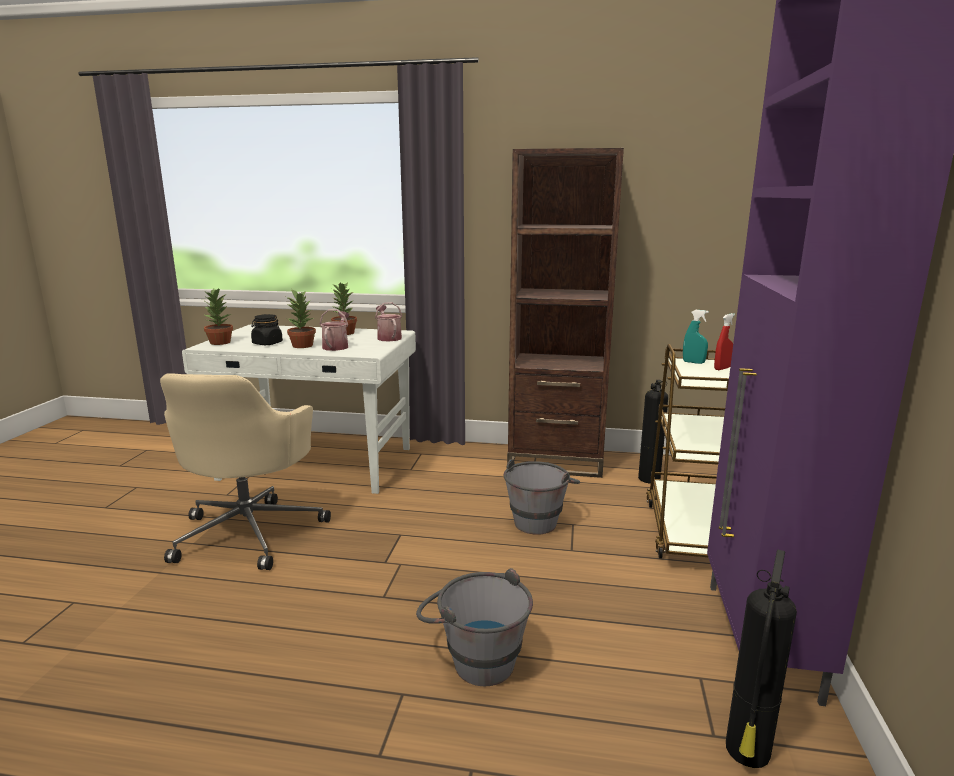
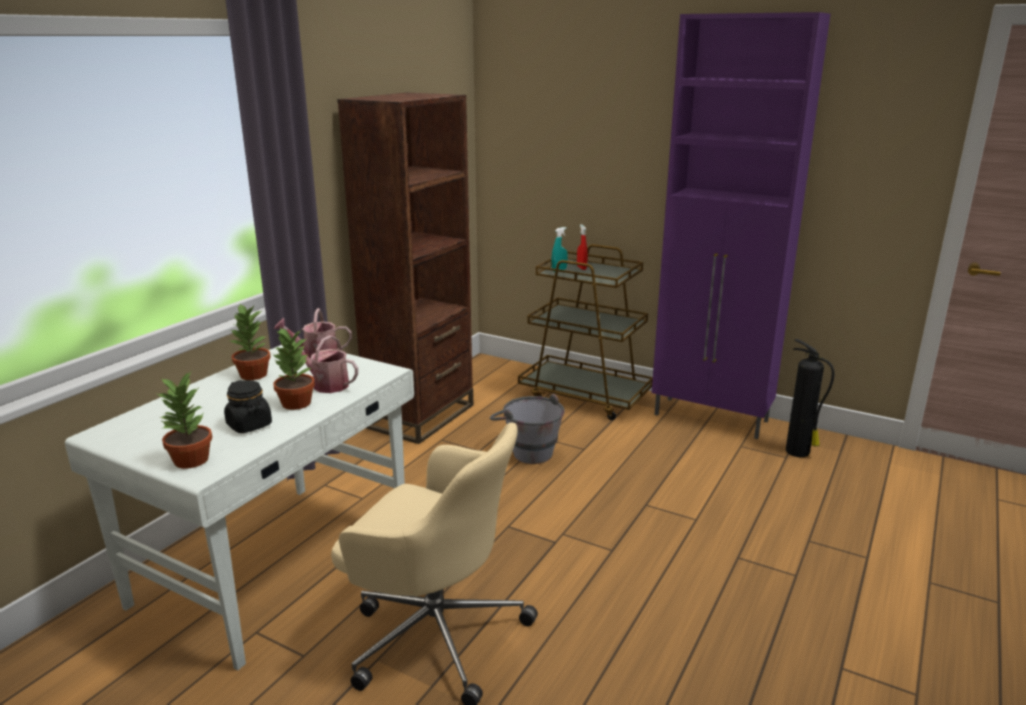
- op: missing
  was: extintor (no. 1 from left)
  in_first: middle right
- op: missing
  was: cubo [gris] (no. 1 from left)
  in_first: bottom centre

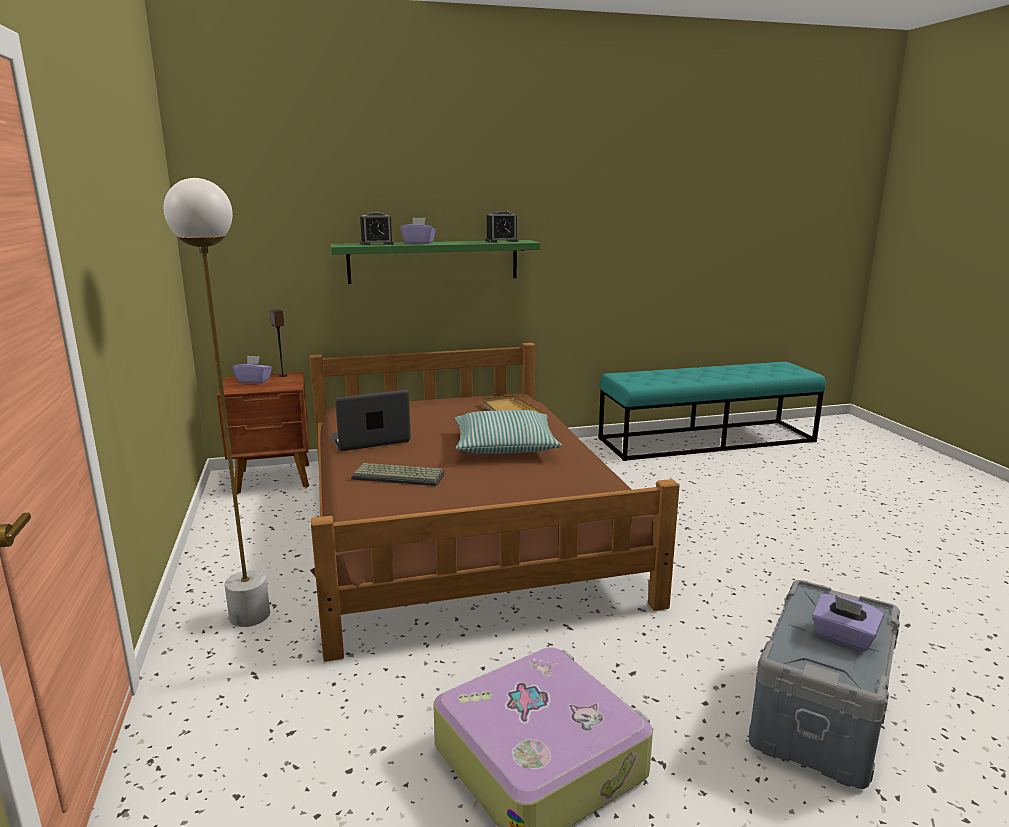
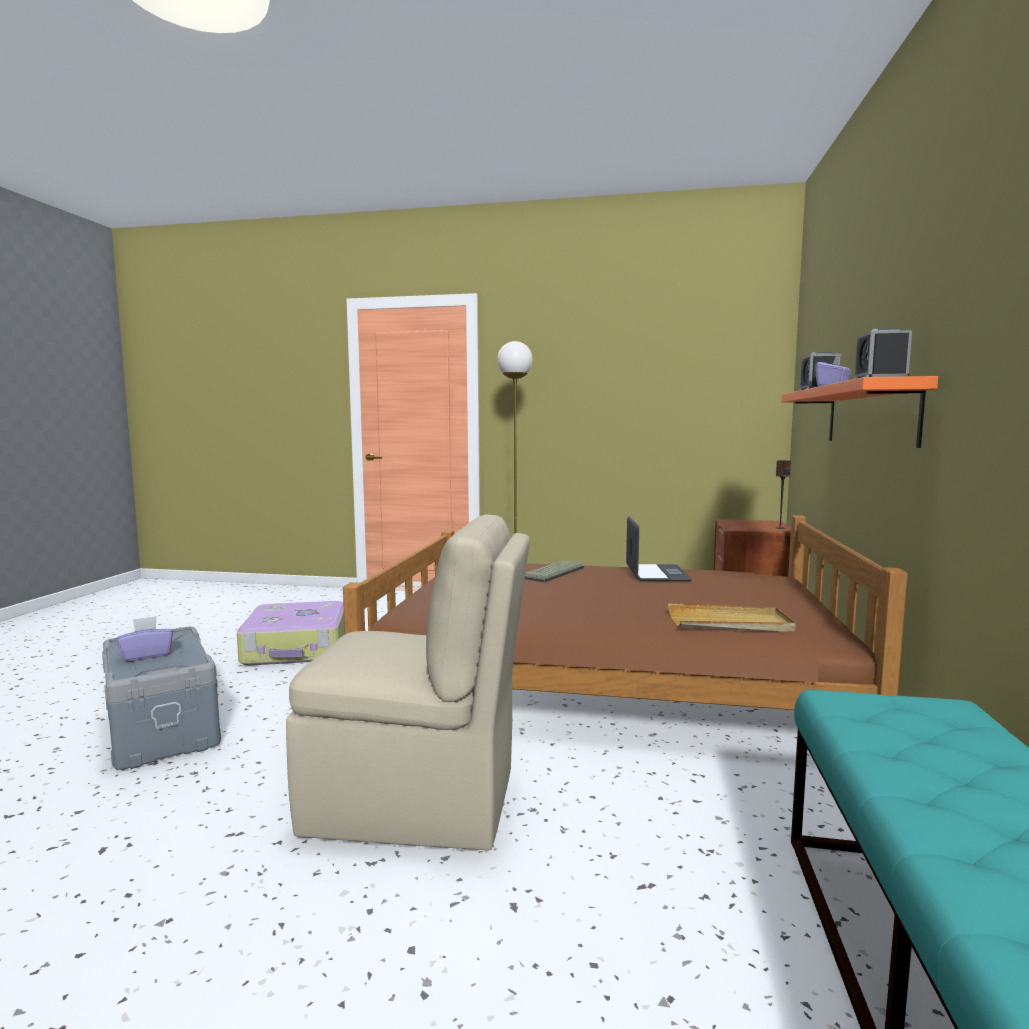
- op: colour
  was: estante [verde]
  now: estante [naranja]
  in_first: top centre
  in_second: middle right
- op: missing
  was: caja de pañuelos [morado] (no. 1 from left)
  in_first: middle left
- op: missing
  was: cojín
  in_first: centre
- op: appeared
  now: silla [beis]
  in_second: centre

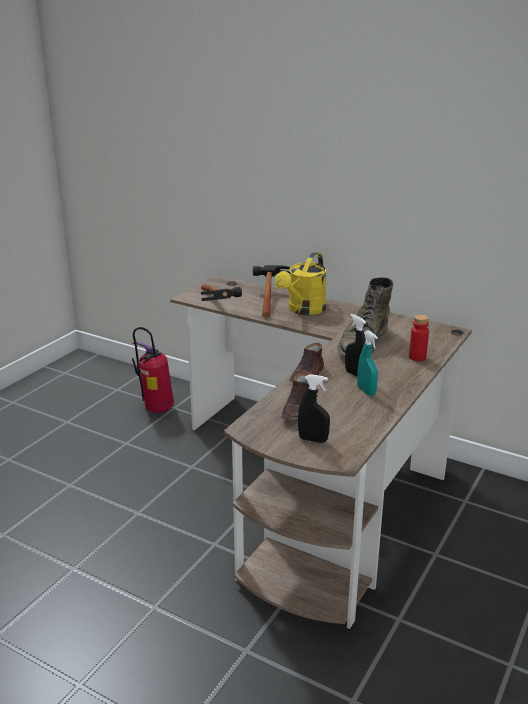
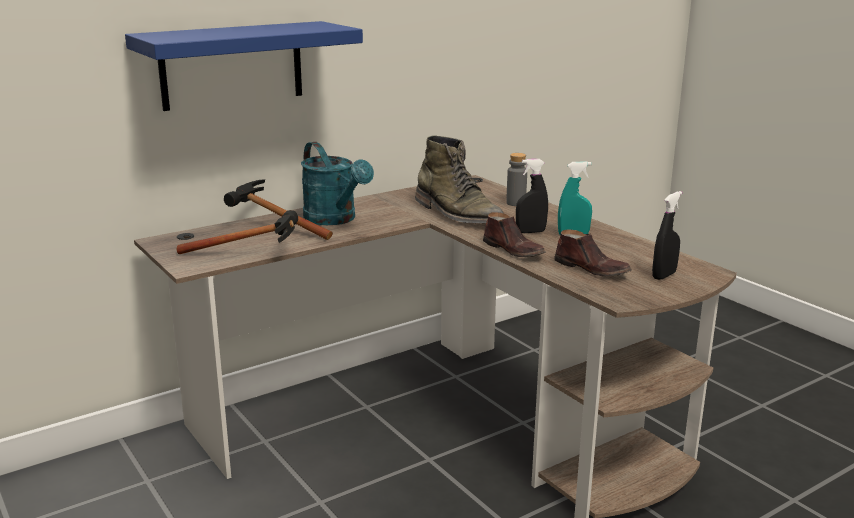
- op: colour
  was: regadera [amarillo]
  now: regadera [turquesa]
  in_first: centre
  in_second: centre
- op: colour
  was: botella [rojo]
  now: botella [gris]
  in_first: middle right
  in_second: centre
- op: missing
  was: extintor
  in_first: middle left
- op: appeared
  now: estante [azul]
  in_second: top left

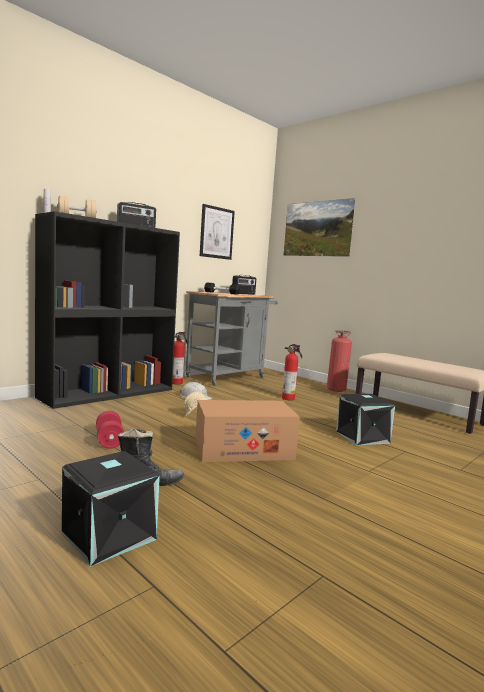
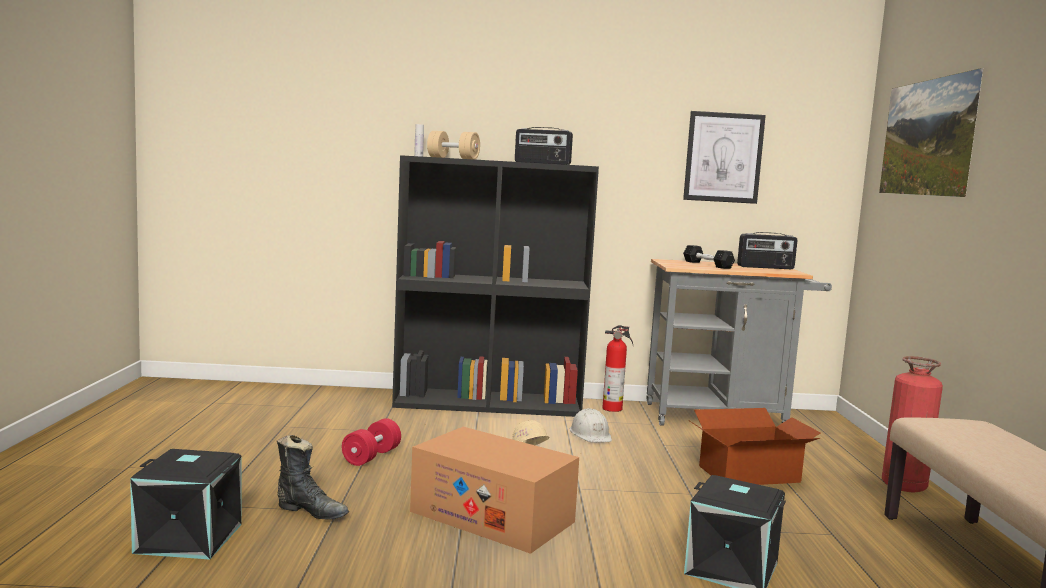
- op: exchanged
  was: extintor (no. 2 from left)
  now: caja de cartón (no. 2 from left)
  in_first: centre
  in_second: bottom right

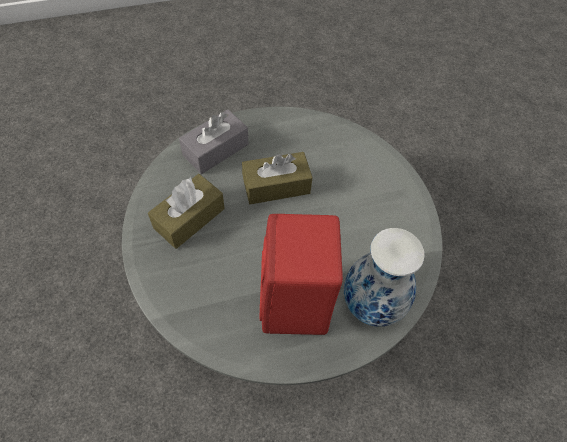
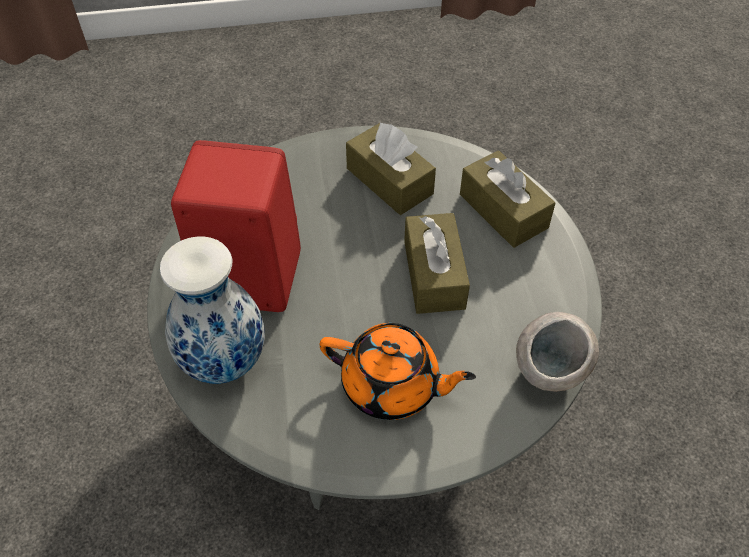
- op: colour
  was: caja de pañuelos [gris]
  now: caja de pañuelos [marrón] (no. 3 from left)
  in_first: top centre
  in_second: middle right
- op: appeared
  now: cuenco [gris]
  in_second: middle right
- op: appeared
  now: tetera [naranja]
  in_second: centre

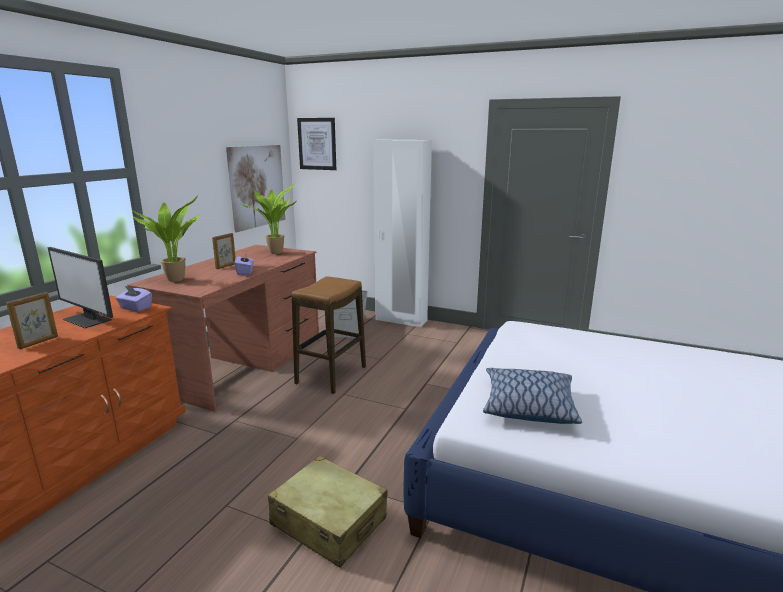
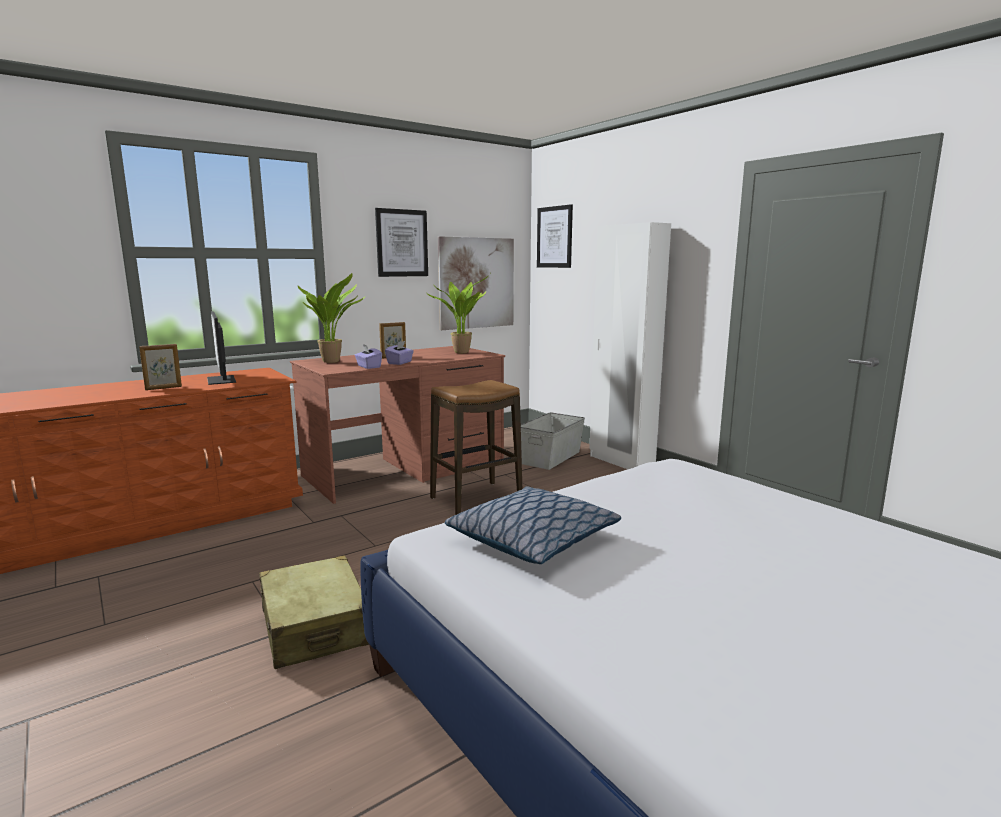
- op: relocated
  was: caja de pañuelos [morado] (no. 1 from left)
  in_first: middle left
  in_second: centre
- op: appeared
  now: cuadro (no. 1 from left)
  in_second: top centre

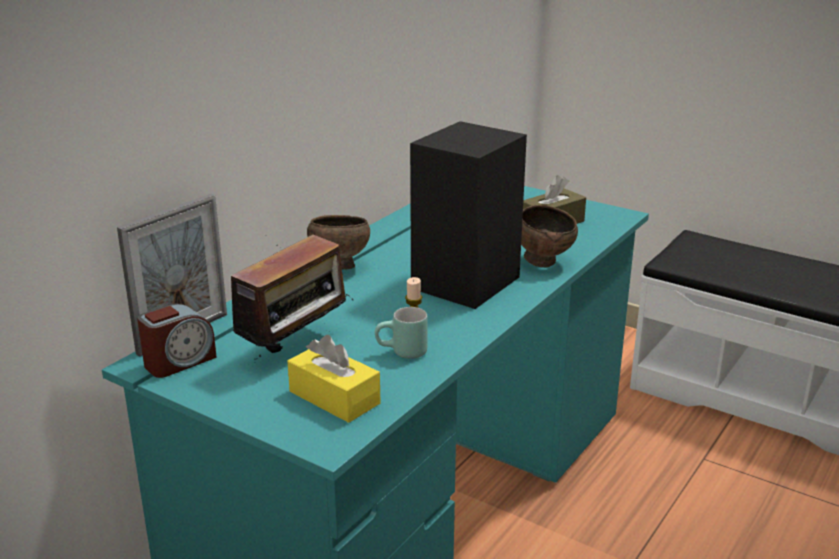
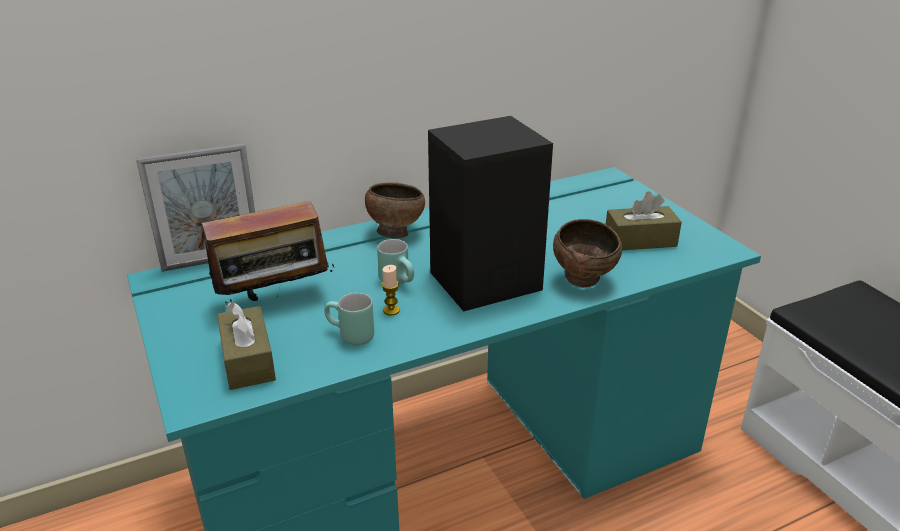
- op: missing
  was: despertador
  in_first: middle left
- op: colour
  was: caja de pañuelos [amarillo]
  now: caja de pañuelos [marrón] (no. 1 from left)
  in_first: bottom centre
  in_second: middle left
- op: appeared
  now: taza grande [turquesa] (no. 2 from left)
  in_second: centre

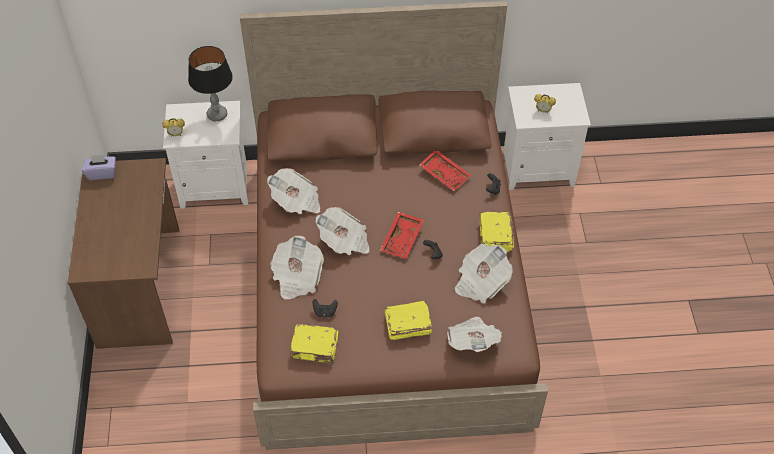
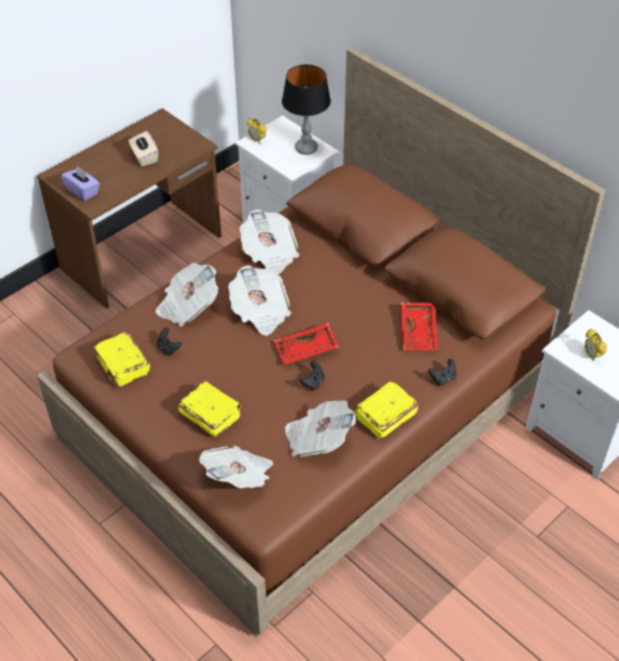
- op: relocated
  was: caja de pañuelos [morado]
  in_first: middle left
  in_second: top left
- op: appeared
  now: caja de pañuelos [beis]
  in_second: top left

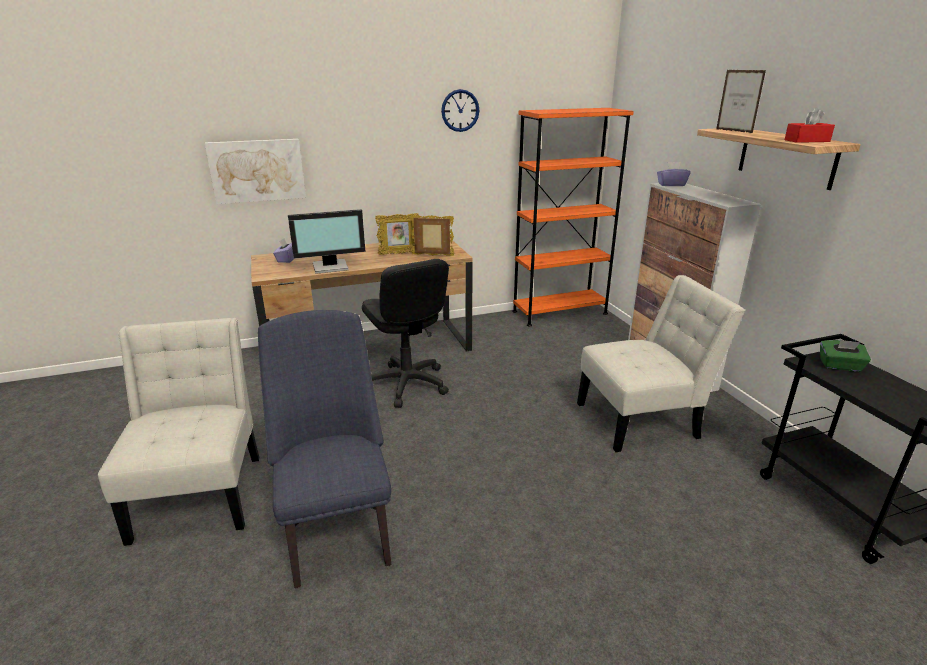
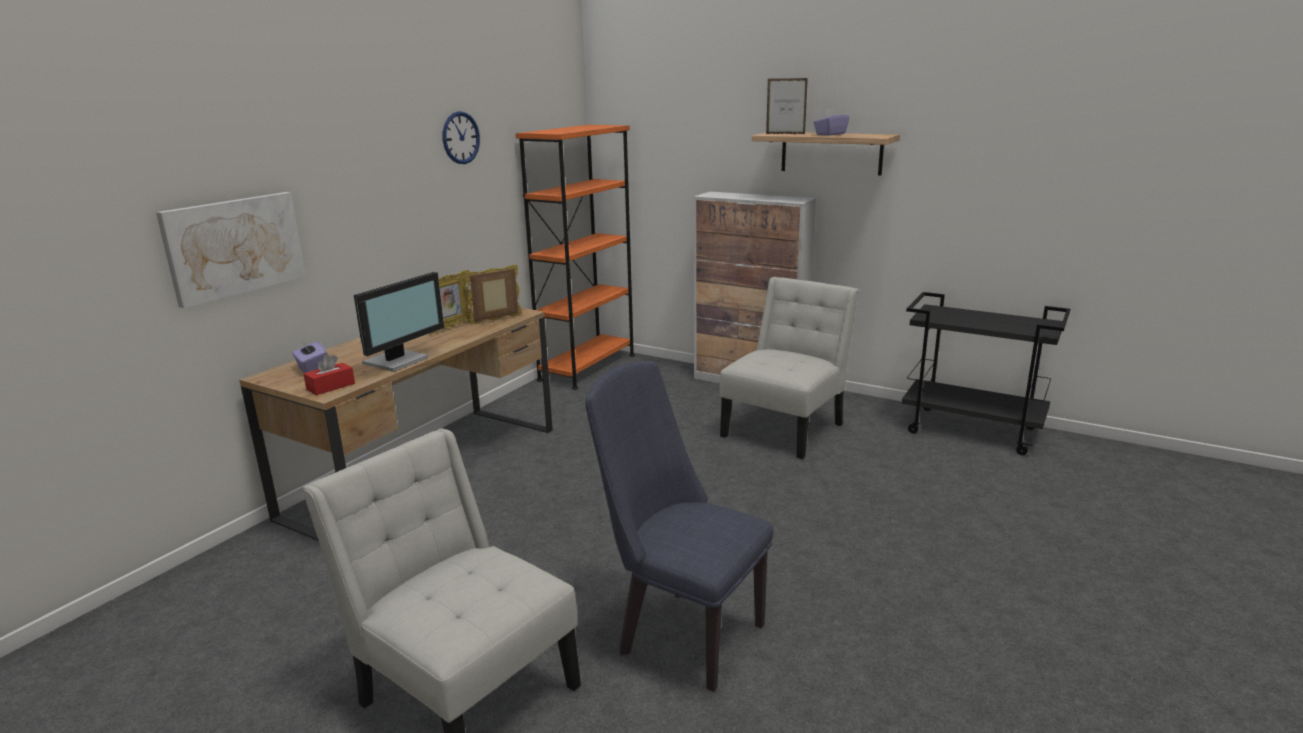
- op: relocated
  was: caja de pañuelos [rojo]
  in_first: top right
  in_second: middle left
- op: relocated
  was: caja de pañuelos [morado] (no. 2 from left)
  in_first: top right
  in_second: top centre
- op: missing
  was: silla de oficina [negro]
  in_first: centre
- op: missing
  was: caja de pañuelos [verde]
  in_first: middle right

